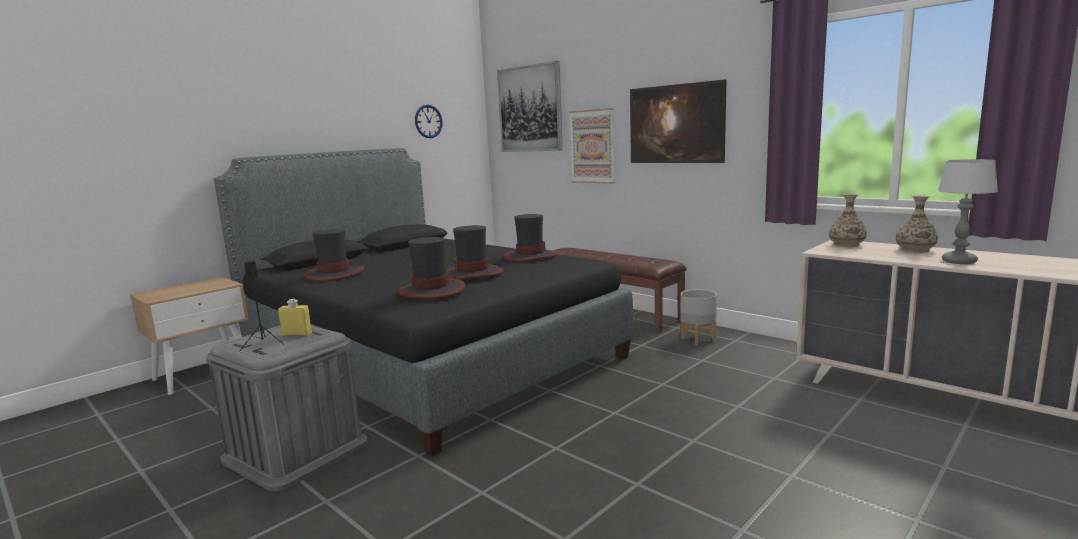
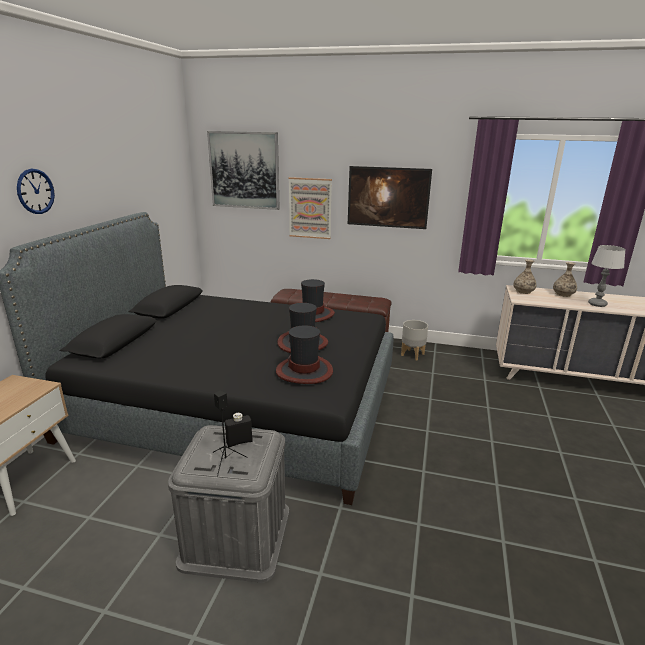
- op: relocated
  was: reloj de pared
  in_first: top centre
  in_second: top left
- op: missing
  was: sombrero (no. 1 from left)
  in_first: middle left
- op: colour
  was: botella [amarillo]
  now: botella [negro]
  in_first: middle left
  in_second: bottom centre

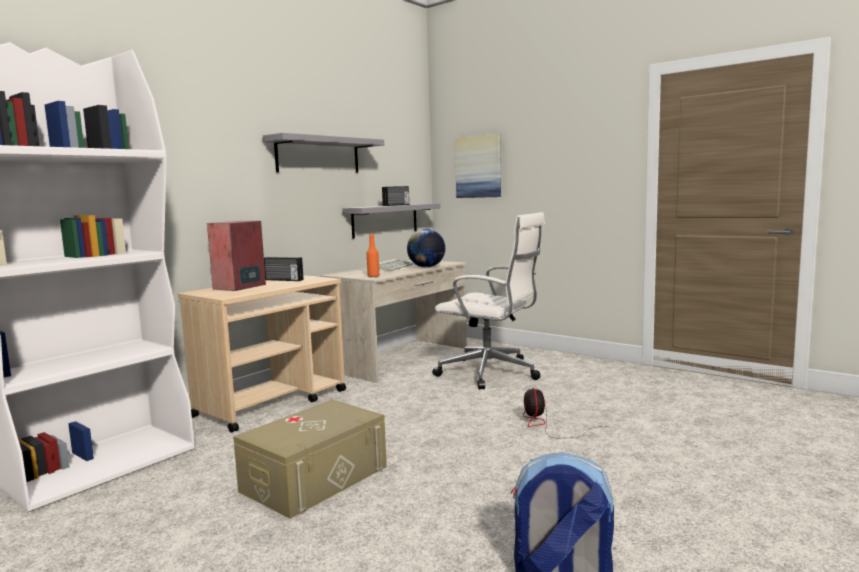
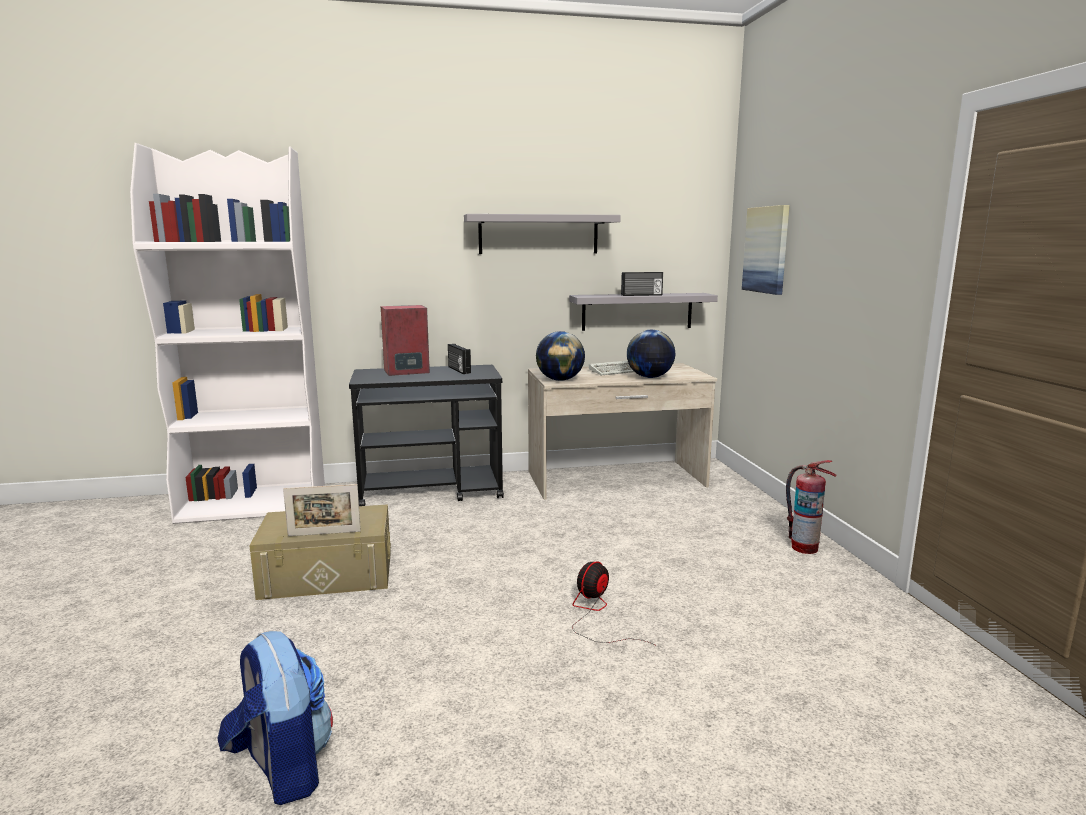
- op: missing
  was: silla de oficina [blanco]
  in_first: centre
- op: exchanged
  was: botella [naranja]
  now: globo terráqueo (no. 1 from left)
  in_first: centre
  in_second: centre
- op: colour
  was: carrito [beis]
  now: carrito [negro]
  in_first: middle left
  in_second: centre
- op: appeared
  now: extintor
  in_second: middle right
- op: appeared
  now: portarretratos
  in_second: middle left

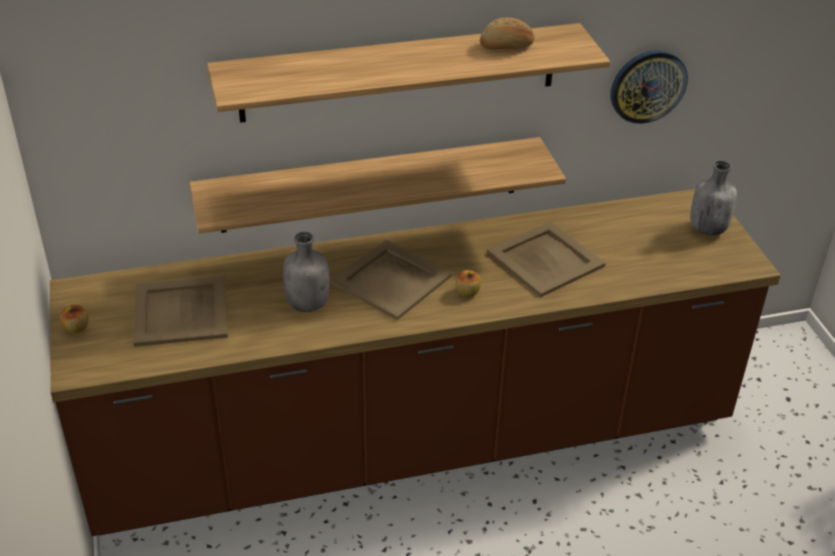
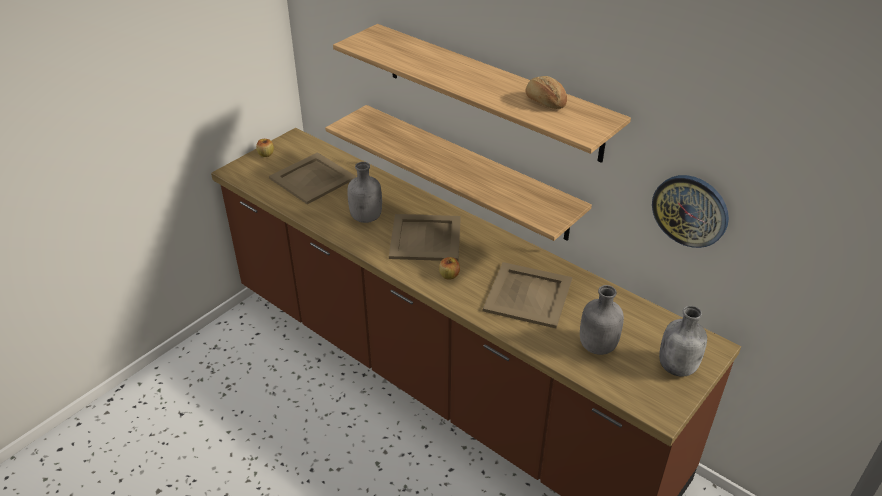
- op: appeared
  now: botella [gris] (no. 2 from left)
  in_second: middle right

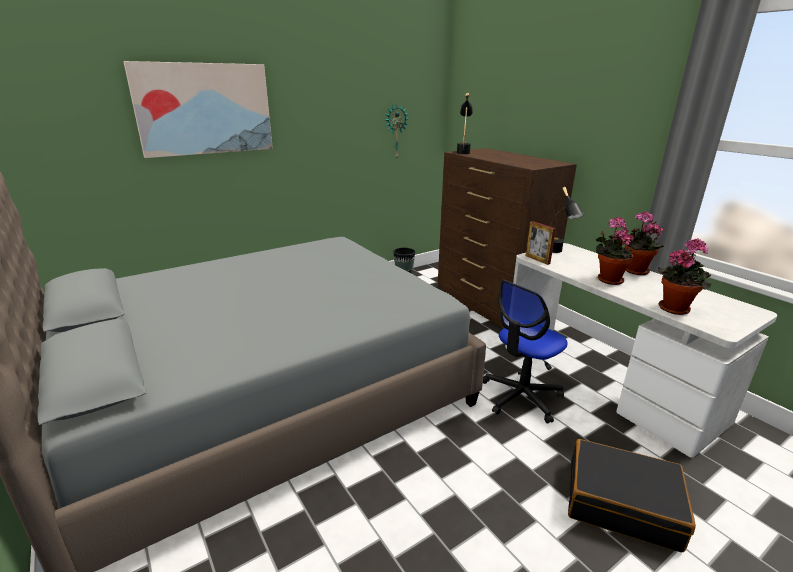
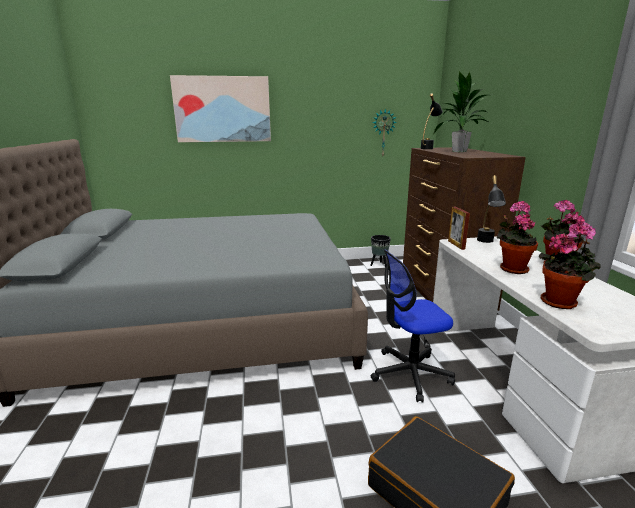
- op: appeared
  now: planta en maceta (no. 1 from left)
  in_second: top right

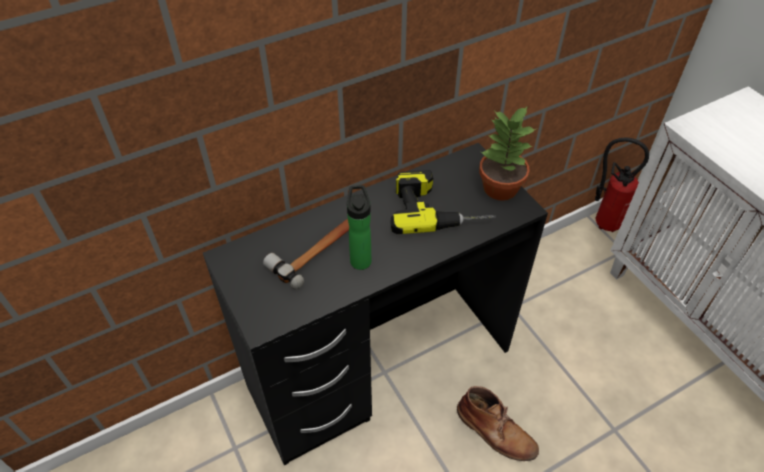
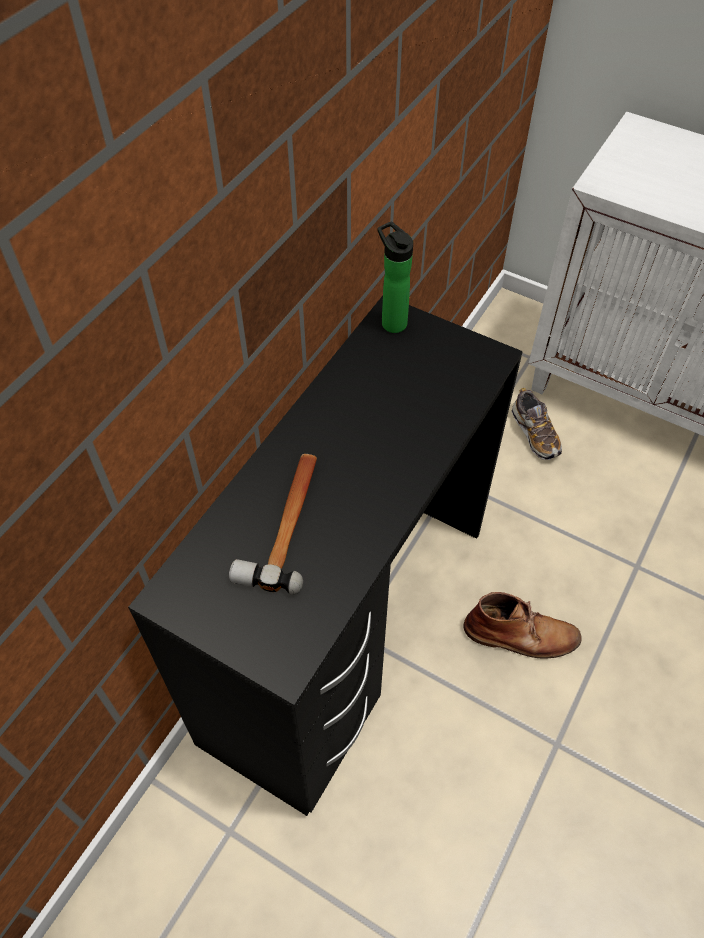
- op: missing
  was: planta en maceta
  in_first: top centre
- op: missing
  was: extintor
  in_first: middle right
- op: missing
  was: taladro
  in_first: centre
- op: relocated
  was: botella
  in_first: centre
  in_second: top centre
- op: appeared
  now: zapato
  in_second: middle right

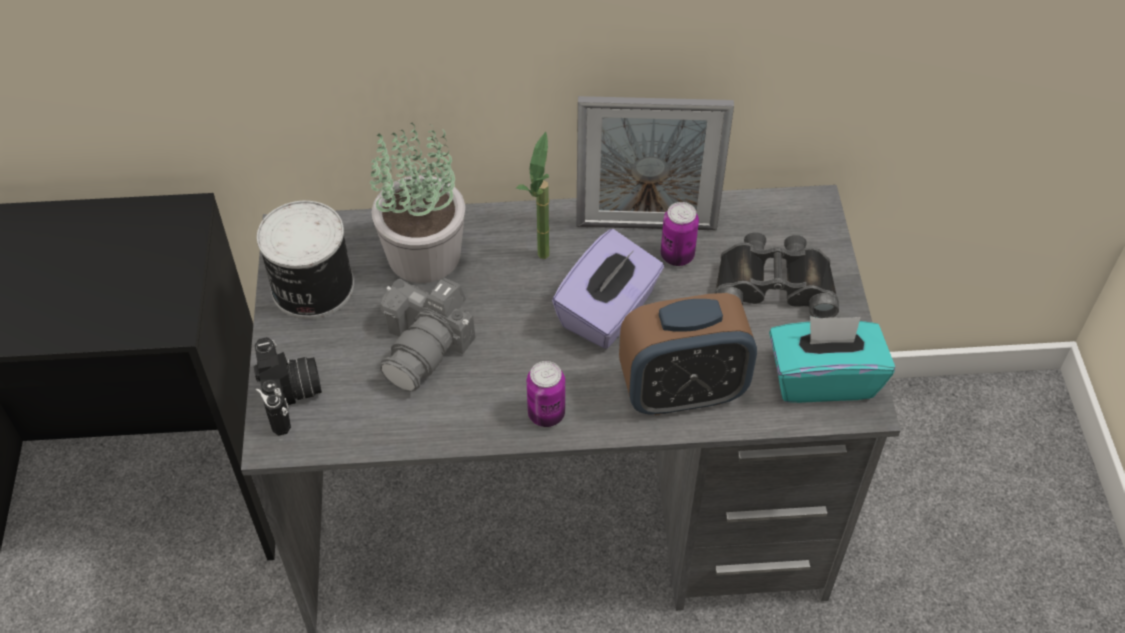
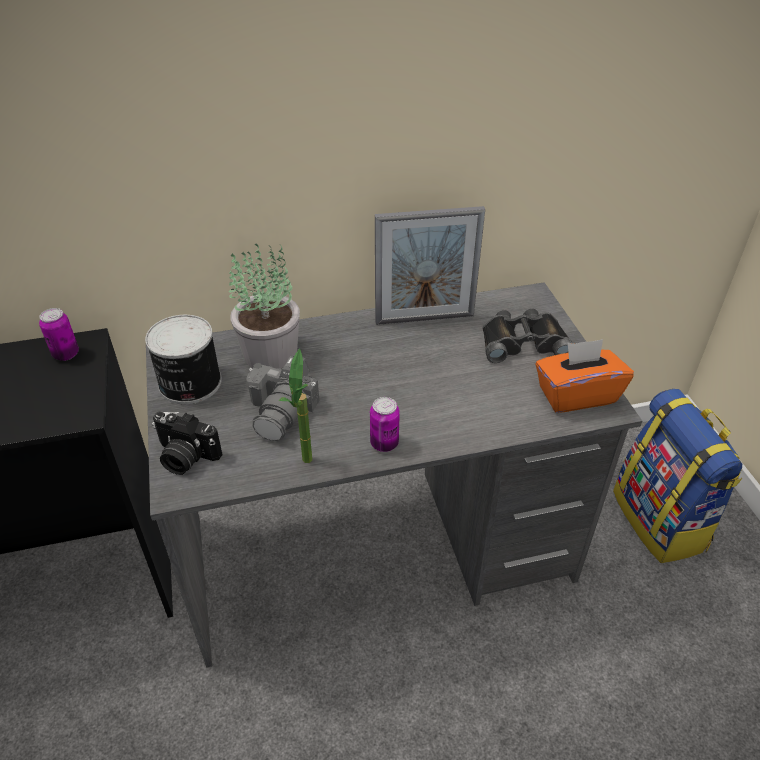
- op: relocated
  was: planta en maceta (no. 2 from left)
  in_first: top centre
  in_second: centre
- op: relocated
  was: lata (no. 3 from left in the first image)
  now: lata (no. 1 from left)
  in_first: centre
  in_second: middle left
- op: missing
  was: caja de pañuelos [morado]
  in_first: centre
- op: missing
  was: despertador
  in_first: centre
- op: colour
  was: caja de pañuelos [turquesa]
  now: caja de pañuelos [naranja]
  in_first: middle right
  in_second: middle right
- op: spun
  was: cámara (no. 1 from left)
  in_first: middle left
  in_second: middle left
  clockwise: 135
- op: appeared
  now: mochila
  in_second: middle right

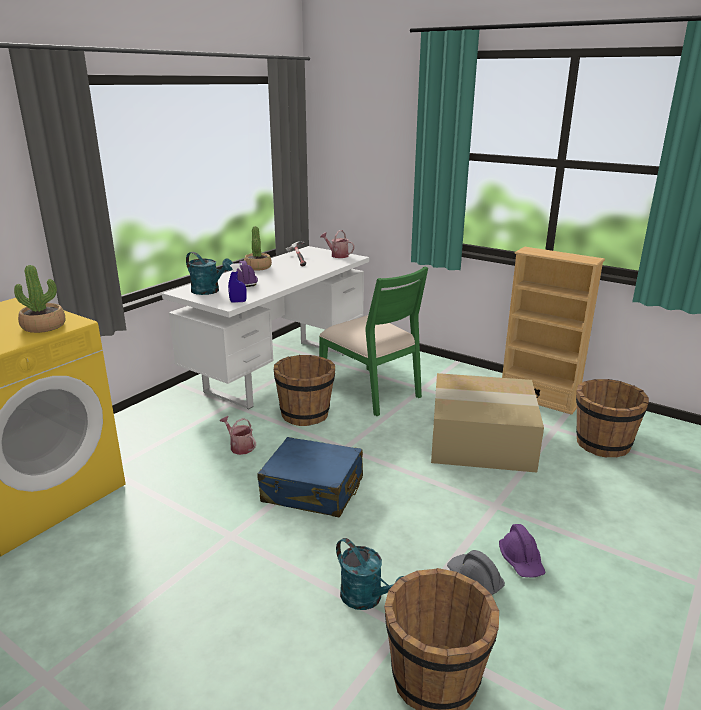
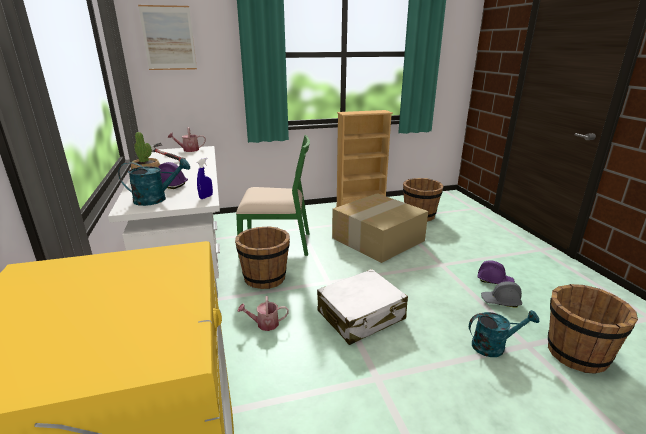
- op: missing
  was: planta en maceta (no. 1 from left)
  in_first: middle left
- op: colour
  was: maleta [azul]
  now: maleta [blanco]
  in_first: bottom centre
  in_second: bottom centre
- op: appeared
  now: cuadro
  in_second: top left

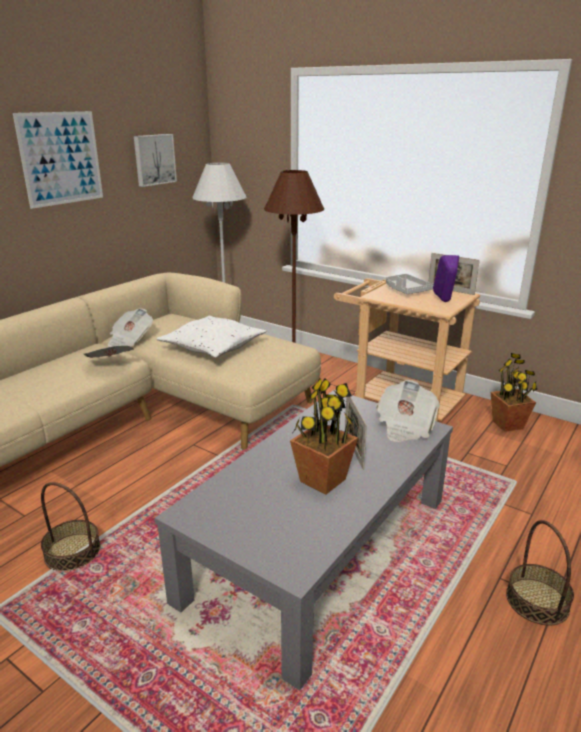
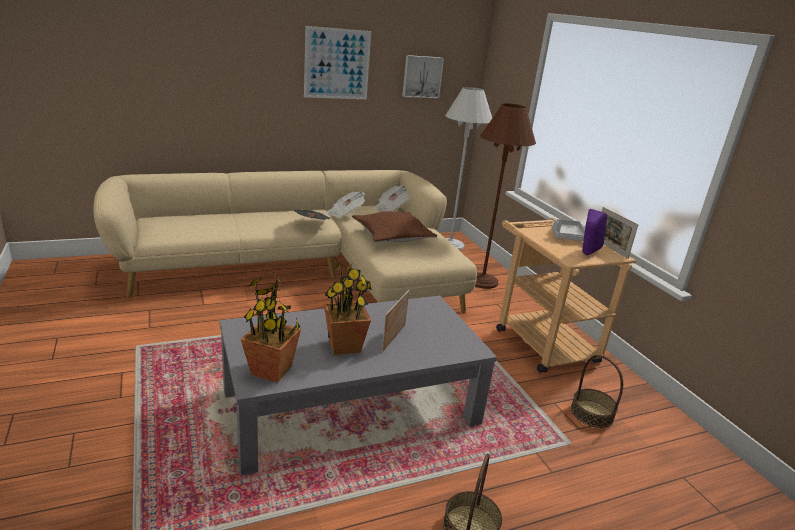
- op: colour
  was: cojín [blanco]
  now: cojín [marrón]
  in_first: centre
  in_second: centre
- op: relocated
  was: planta en maceta (no. 2 from left in the first image)
  now: planta en maceta (no. 1 from left)
  in_first: middle right
  in_second: centre
- op: relocated
  was: periódico (no. 3 from left)
  in_first: middle right
  in_second: centre
- op: relocated
  was: cesta (no. 1 from left in the first image)
  now: cesta (no. 2 from left)
  in_first: bottom left
  in_second: bottom right

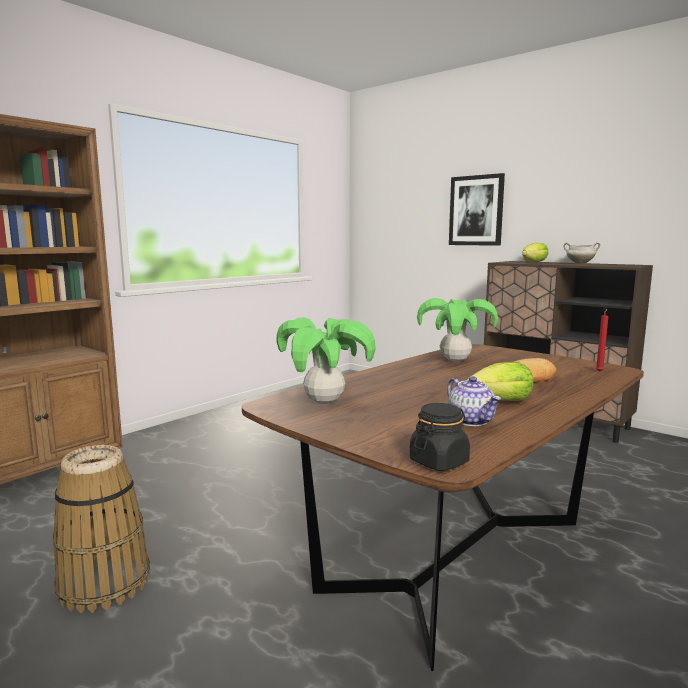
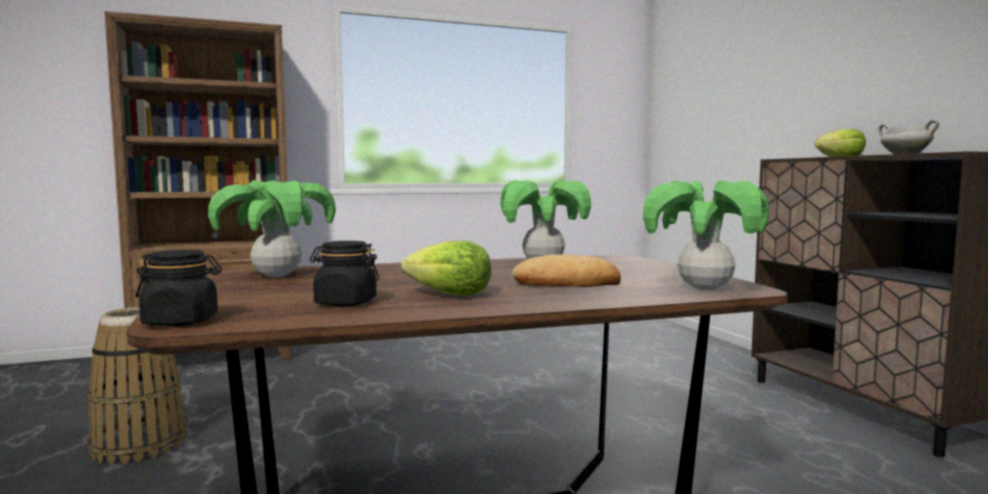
- op: missing
  was: cuadro
  in_first: top right
- op: exchanged
  was: vela [rojo]
  now: planta en maceta (no. 3 from left)
  in_first: middle right
  in_second: middle right
- op: exchanged
  was: tetera
  now: tarro [negro] (no. 2 from left)
  in_first: middle right
  in_second: centre

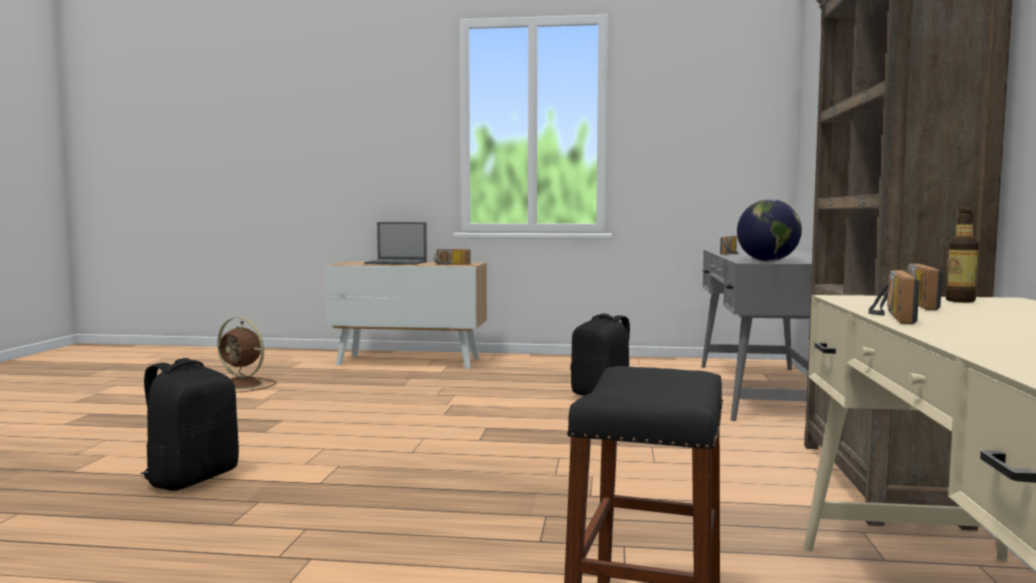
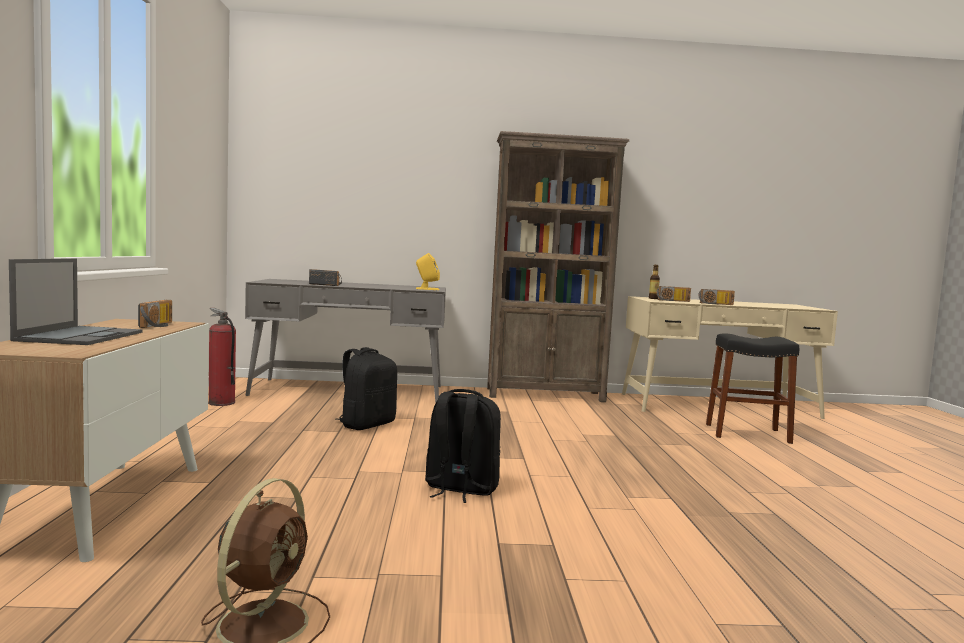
- op: exchanged
  was: globo terráqueo
  now: altavoz [amarillo]
  in_first: middle right
  in_second: centre
- op: relocated
  was: mochila [negro] (no. 1 from left in the first image)
  now: mochila [negro] (no. 2 from left)
  in_first: bottom left
  in_second: bottom centre
- op: appeared
  now: extintor
  in_second: middle left

